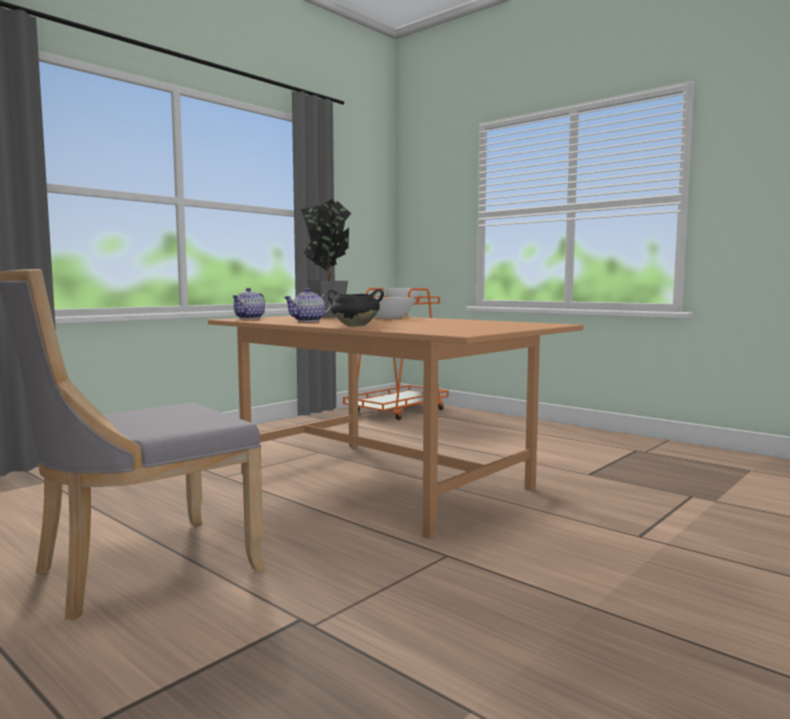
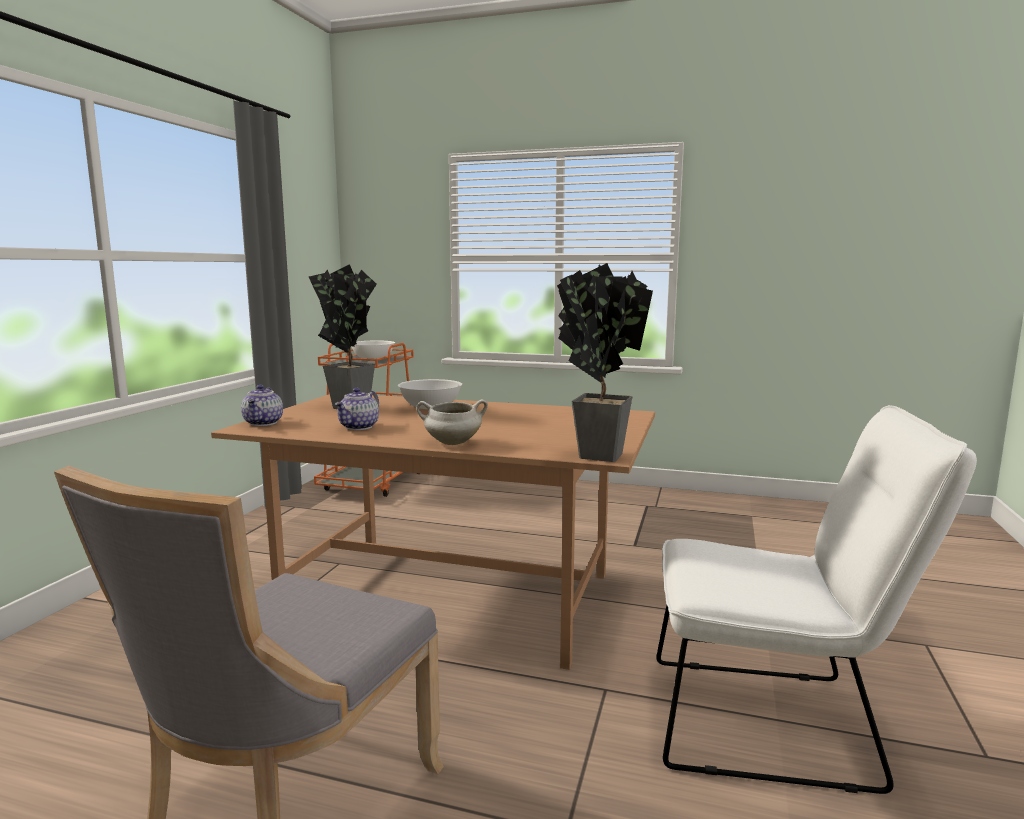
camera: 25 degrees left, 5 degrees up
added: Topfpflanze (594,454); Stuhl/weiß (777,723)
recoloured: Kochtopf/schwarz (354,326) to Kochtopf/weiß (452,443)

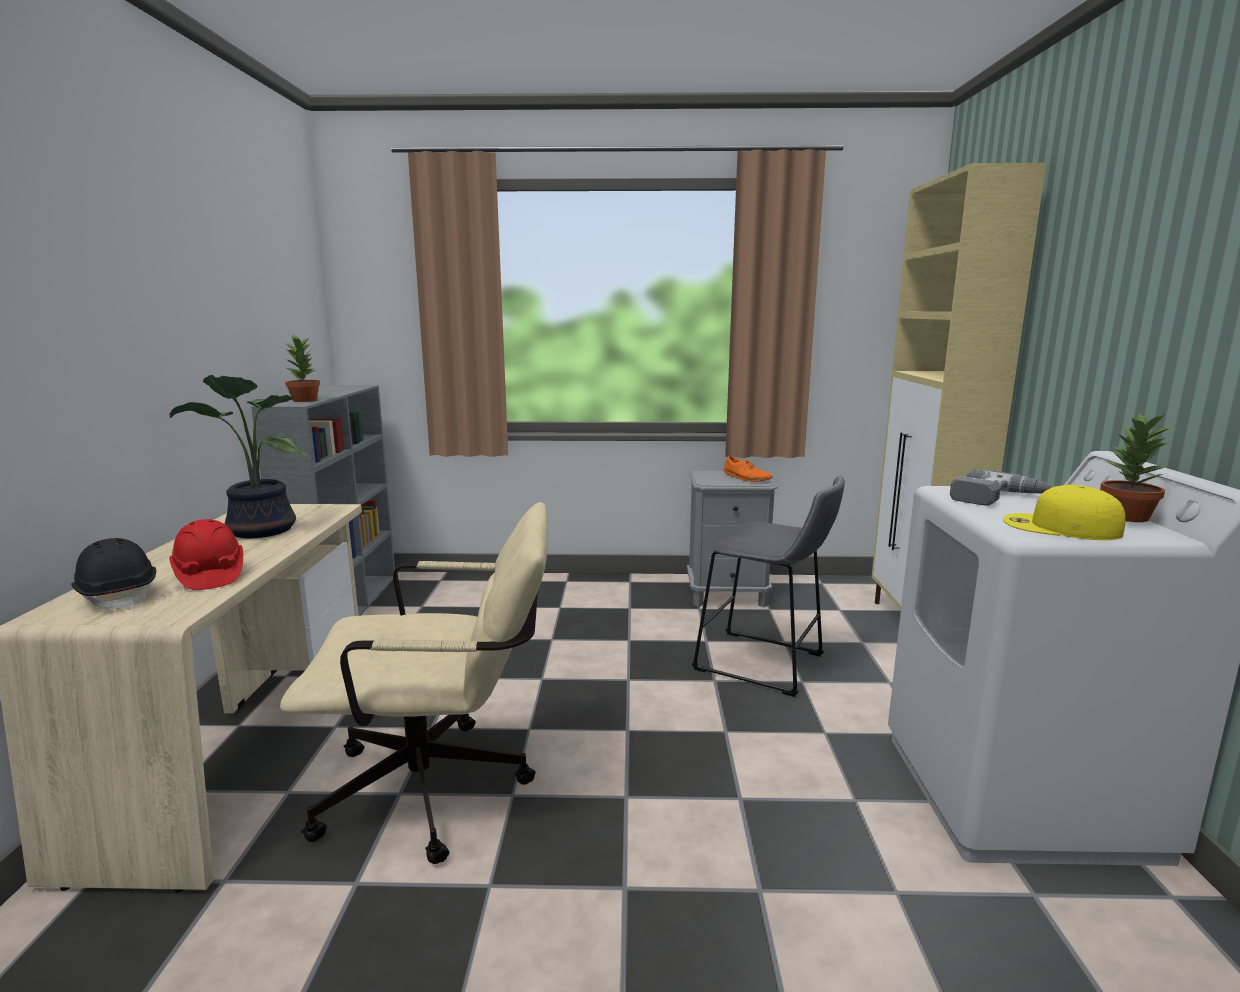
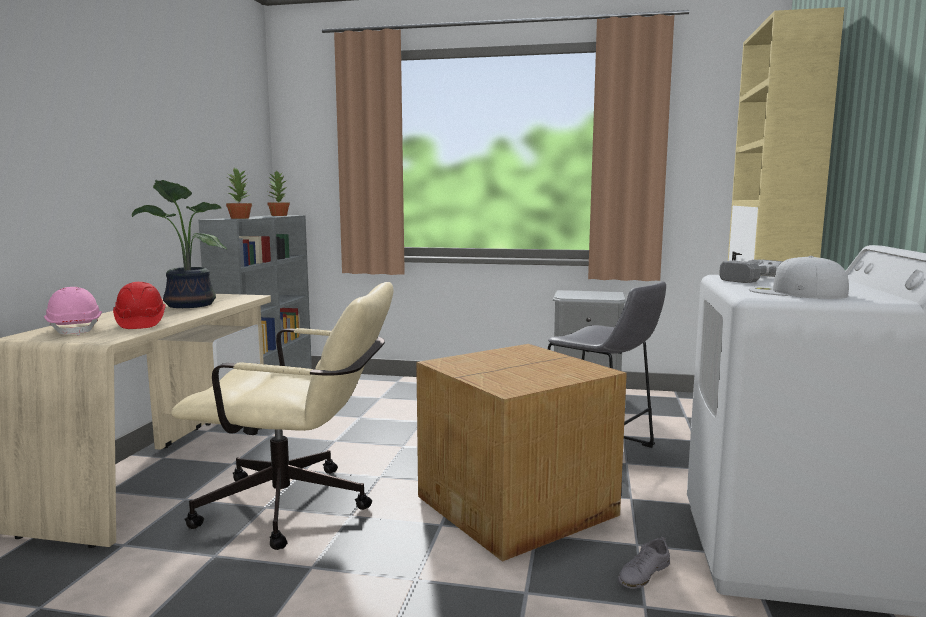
camera: 10 degrees right, 5 degrees down
removed: Schuh/orange (747,478)
added: Karton (519,506); Schuh/grau (643,573)
moved: Topfpflanze (1126,517) to (278,215)
recoloured: Kappe/gelb (1059,527) to Kappe/weiß (795,292); Schutzhelm/schwarz (119,596) to Schutzhelm/rosa (75,330)

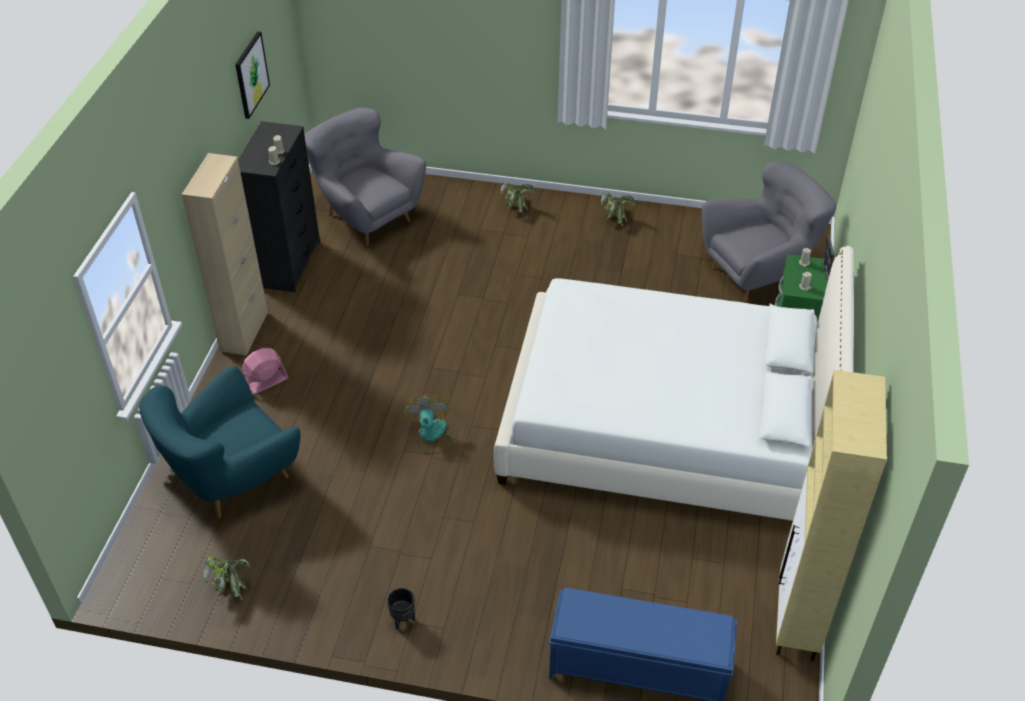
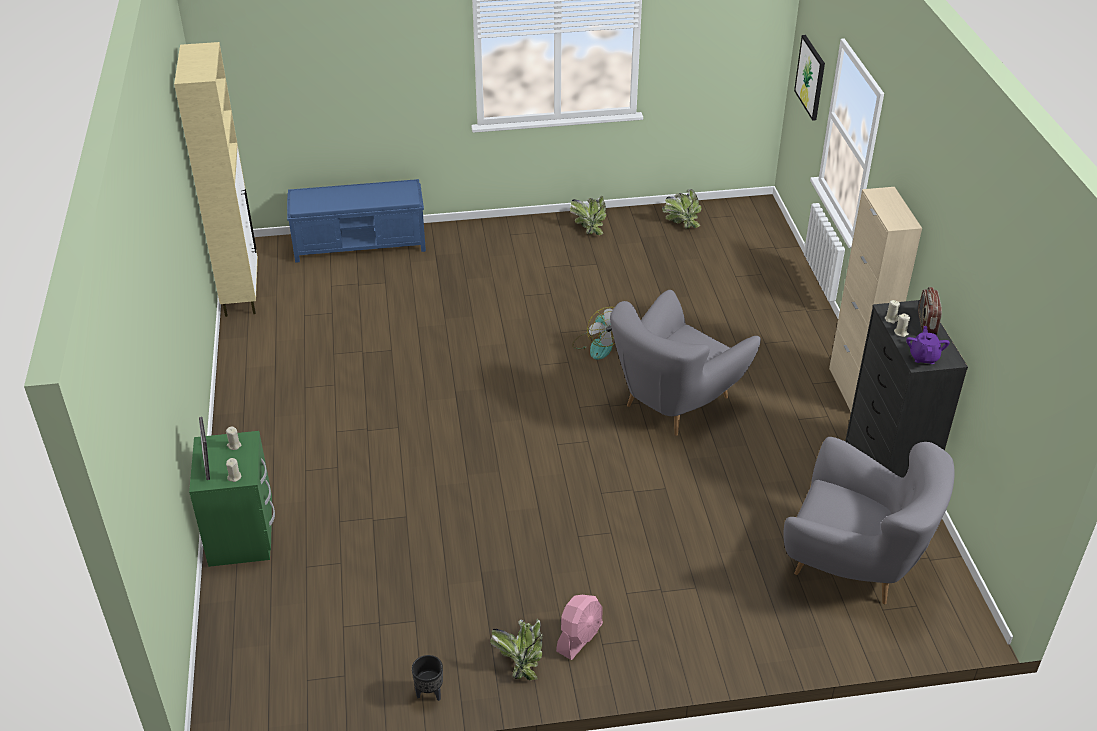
camera: 160 degrees right, 5 degrees down
removed: Bett/weiß (665,427); Sessel/türkis (233,479)
added: Radio (926,323); Teekanne/lila (924,357)
moved: Bild (251,74) to (810,77); Sessel/grau (758,274) to (674,402); Topfpflanze (516,207) to (589,227); Ventilator/rosa (265,383) to (580,637); Pflanzkübel/schwarz (403,620) to (429,693)

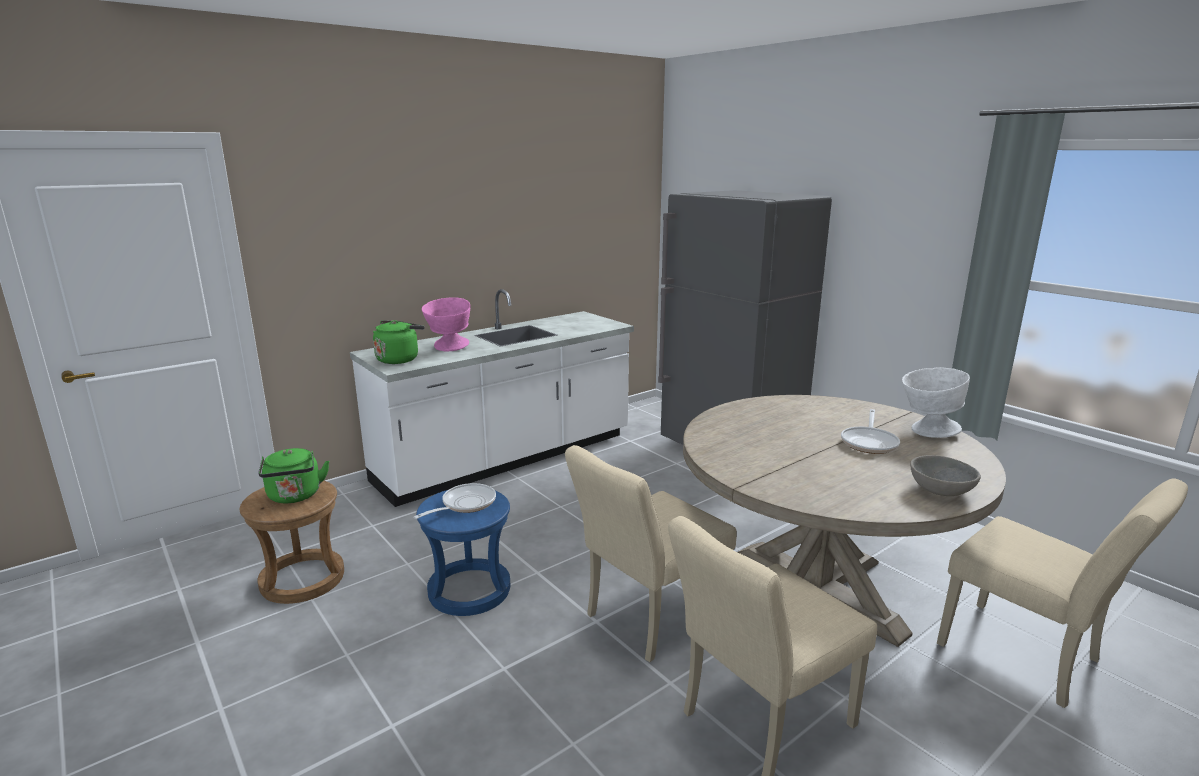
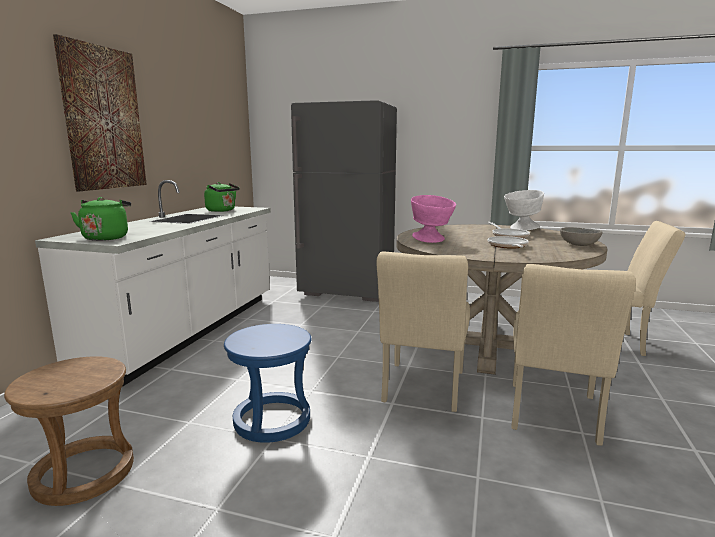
camera: 35 degrees left, 5 degrees down
added: Bild (103,119)
moved: Schüssel/rosa (449,348) to (431,240); Wasserkessel/grün (295,496) to (222,210); Pfanne (465,504) to (508,246)

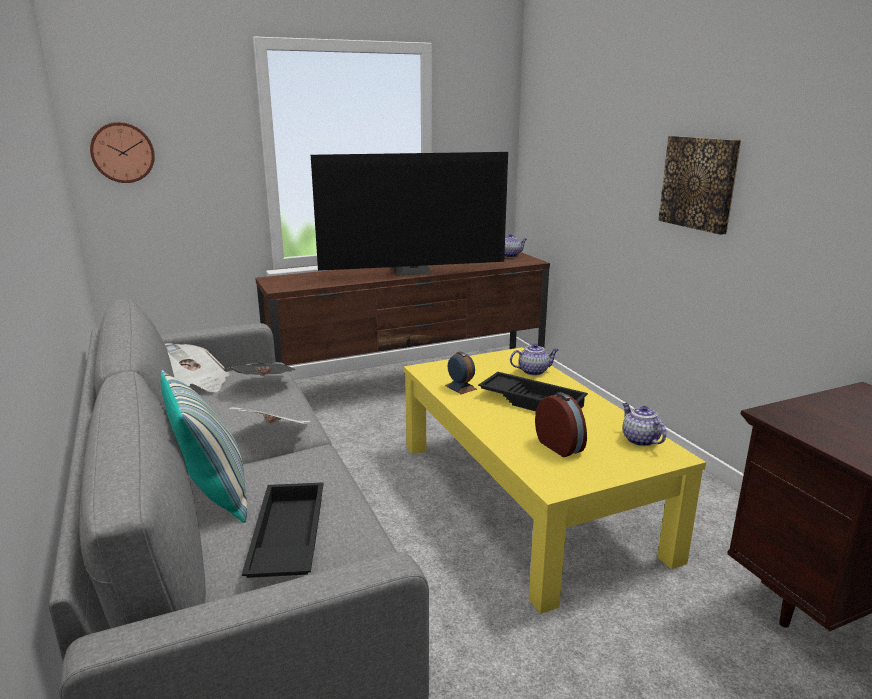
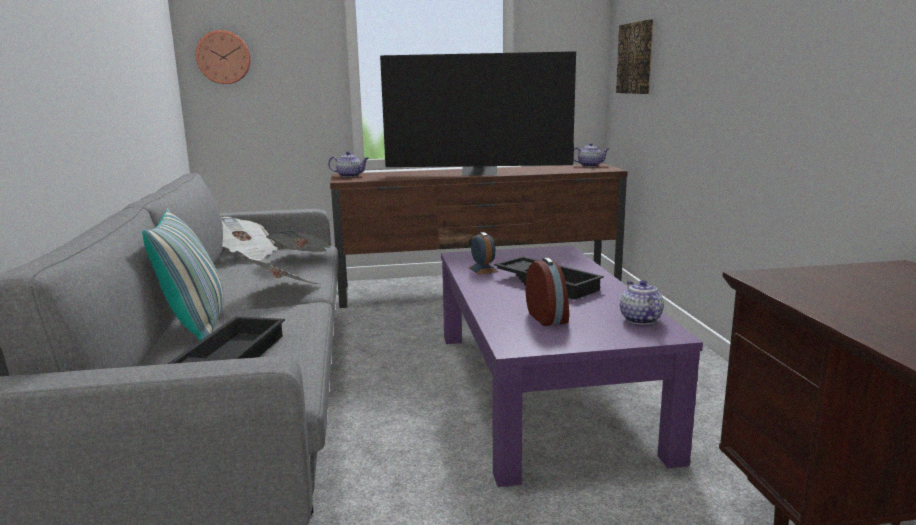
camera: 15 degrees right, 5 degrees down
moved: Bild (699,183) to (636,58); Teekanne (534,371) to (350,176)
recoloured: Couchtisch/gelb (526,497) to Couchtisch/lila (541,388)

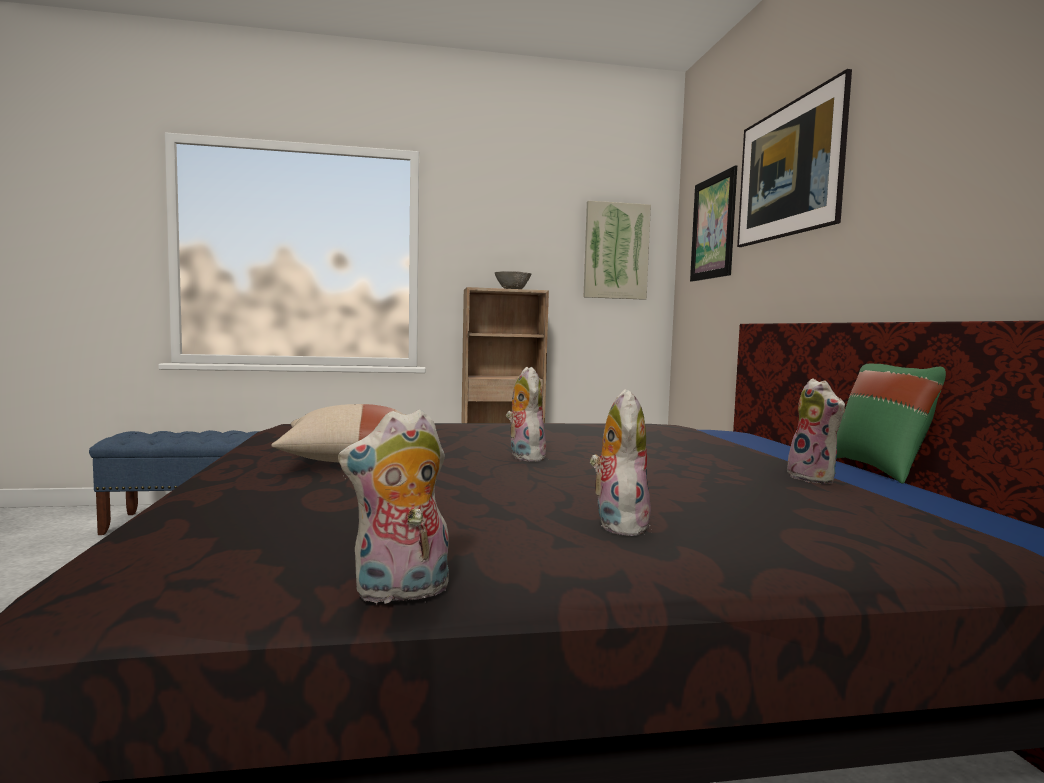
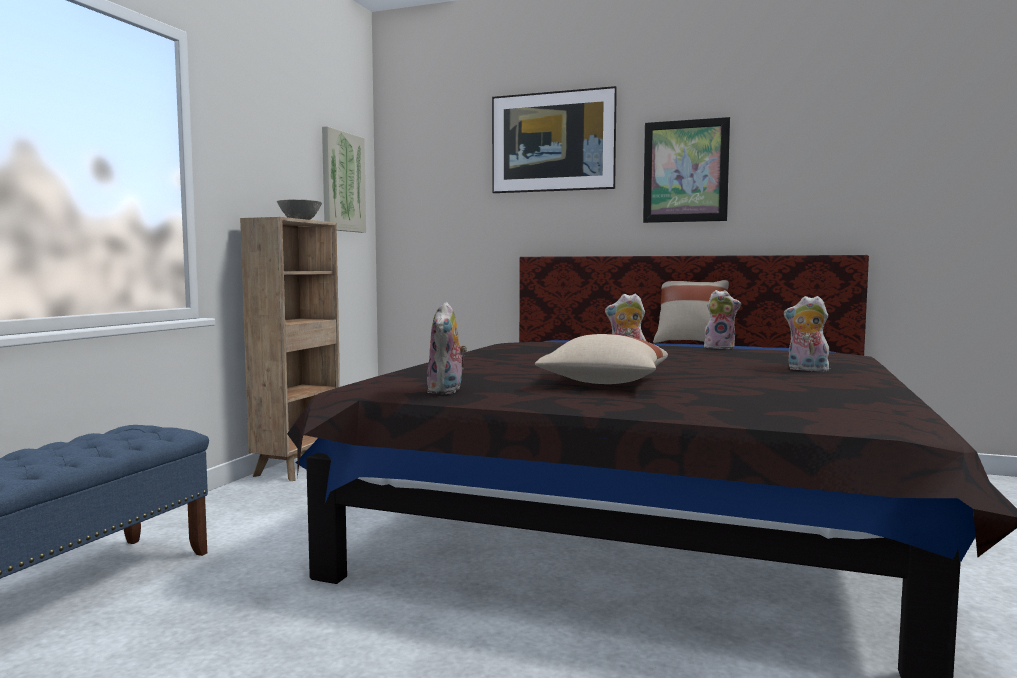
camera: 60 degrees left, 0 degrees up
moved: Bild (713,227) to (685,171); Plüschtier (401,593) to (447,391)
recoloured: Kissen/grün (881,469) to Kissen/beige (690,343)

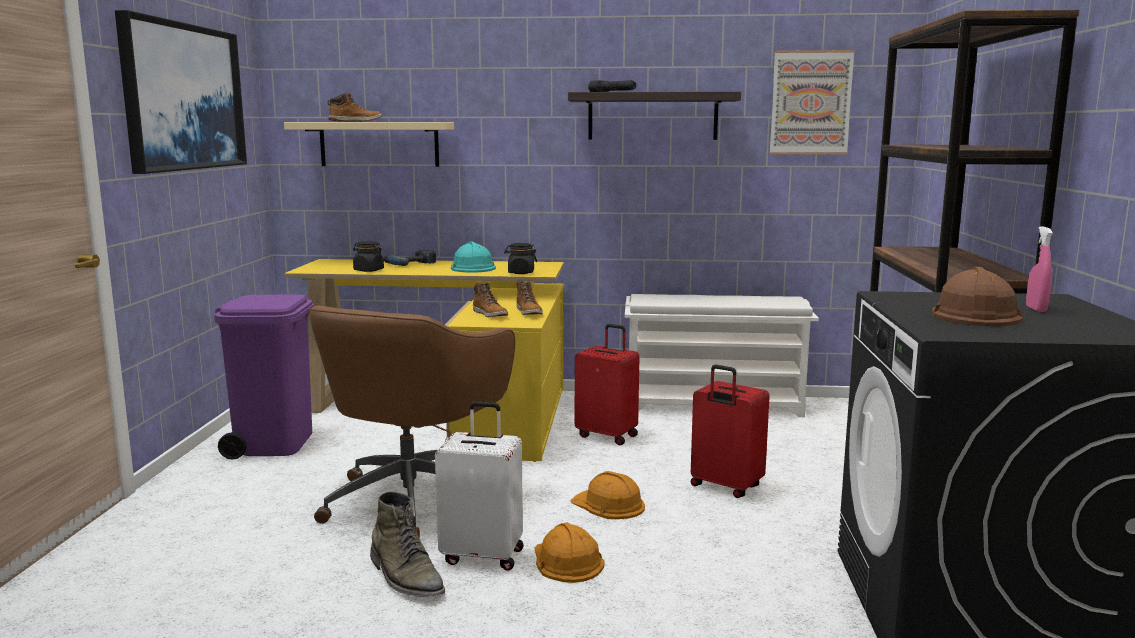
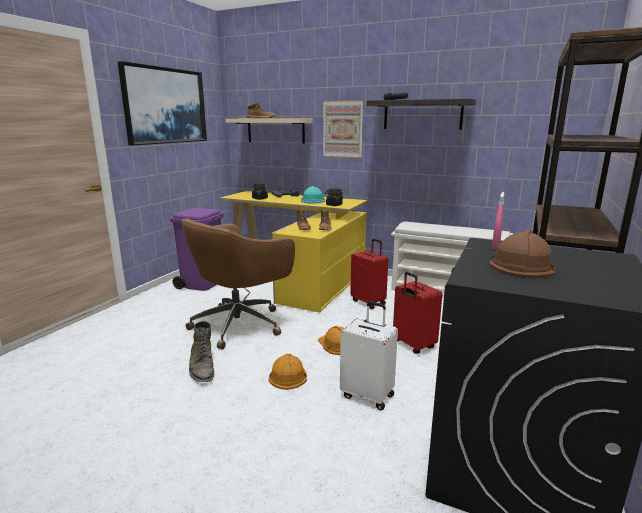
camera: 20 degrees right, 5 degrees up
moved: Bild (810,103) to (342,129); Sprühflasche/rosa (1036,309) to (495,247); Koffer/weiß (483,555) to (368,395)

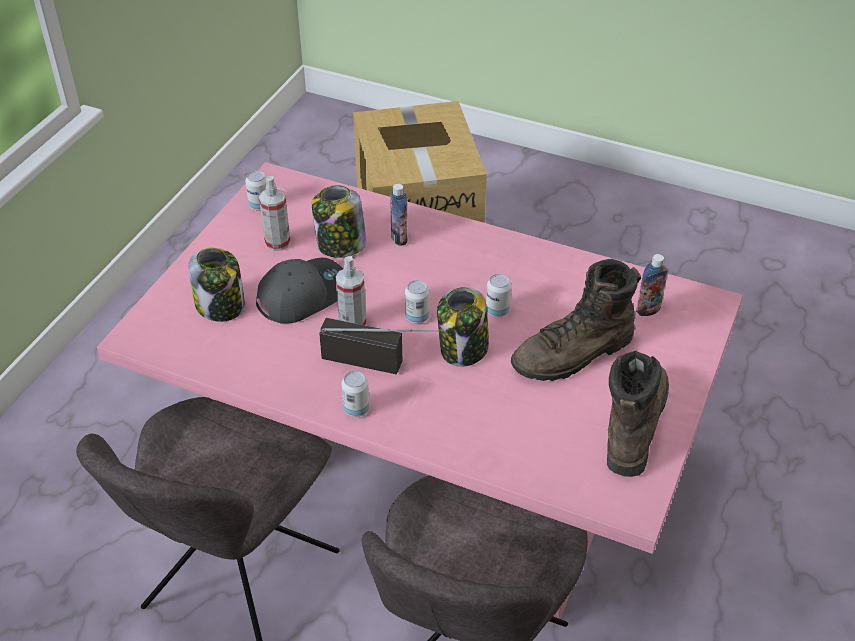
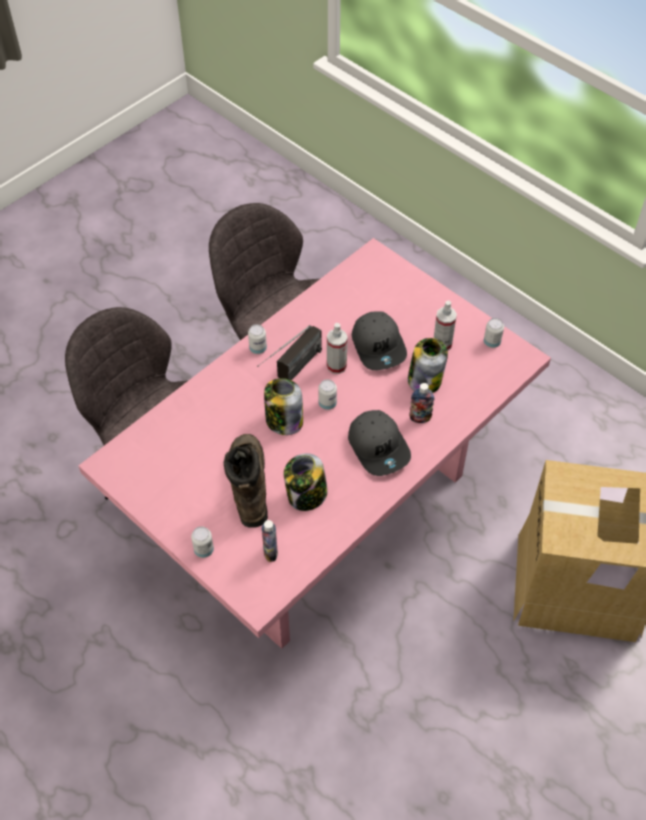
camera: 110 degrees right, 10 degrees up
removed: Stiefel/braun (632,423)
added: Kappe/grau (379,447)
moved: Vorratsglas (221,306) to (306,495); Dose (497,311) to (204,550)

